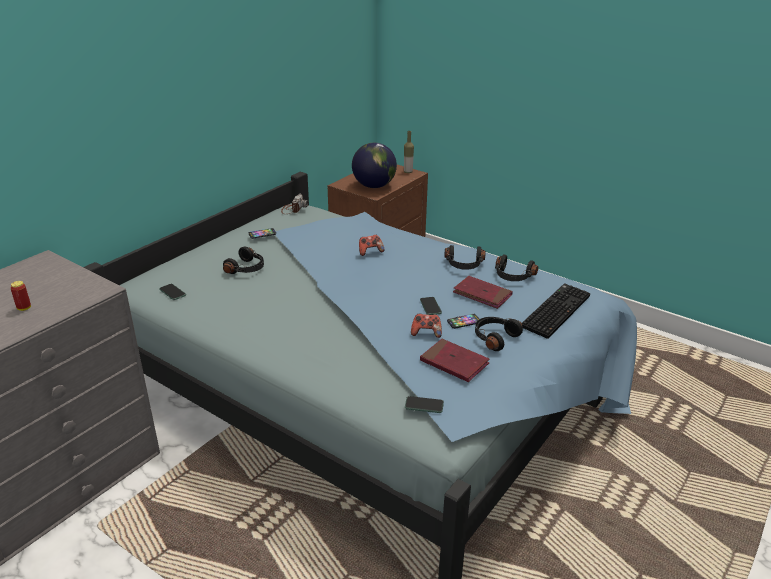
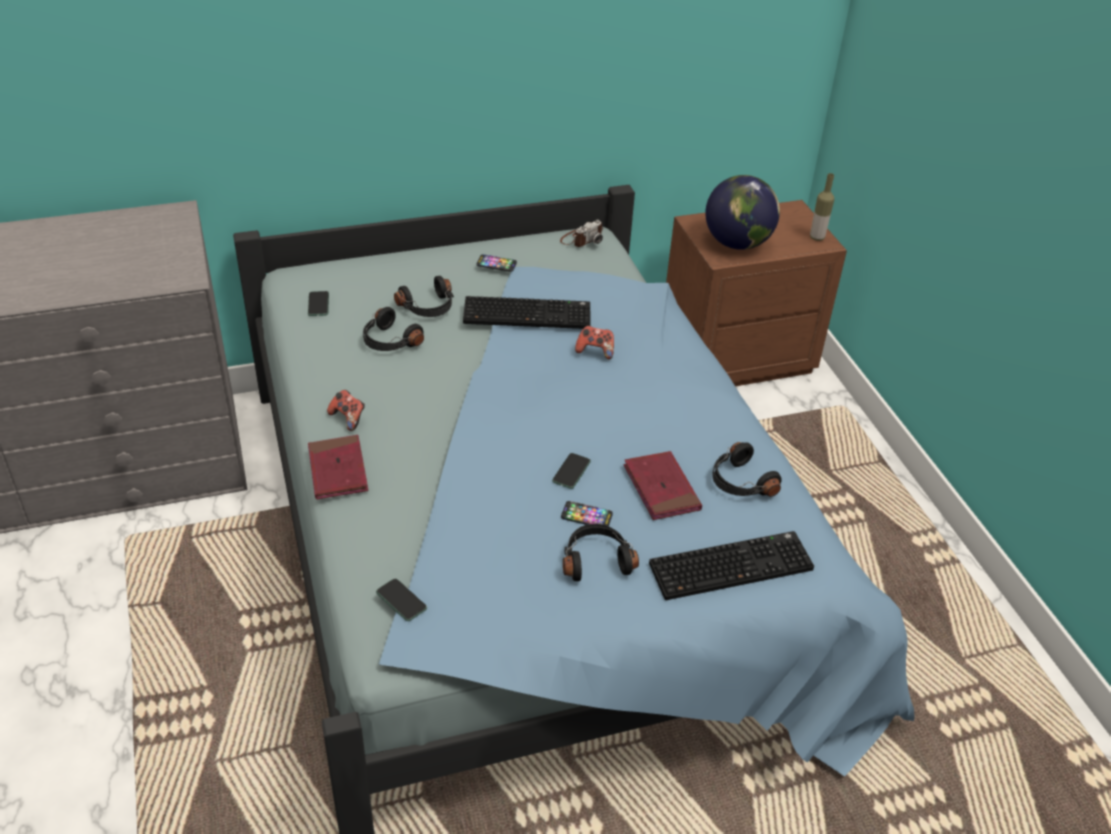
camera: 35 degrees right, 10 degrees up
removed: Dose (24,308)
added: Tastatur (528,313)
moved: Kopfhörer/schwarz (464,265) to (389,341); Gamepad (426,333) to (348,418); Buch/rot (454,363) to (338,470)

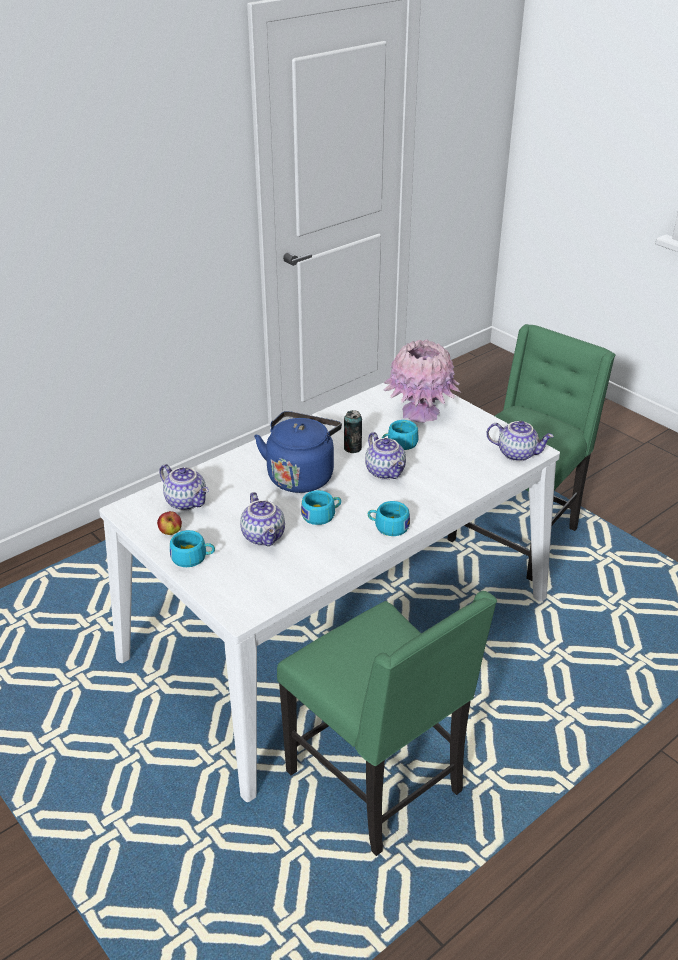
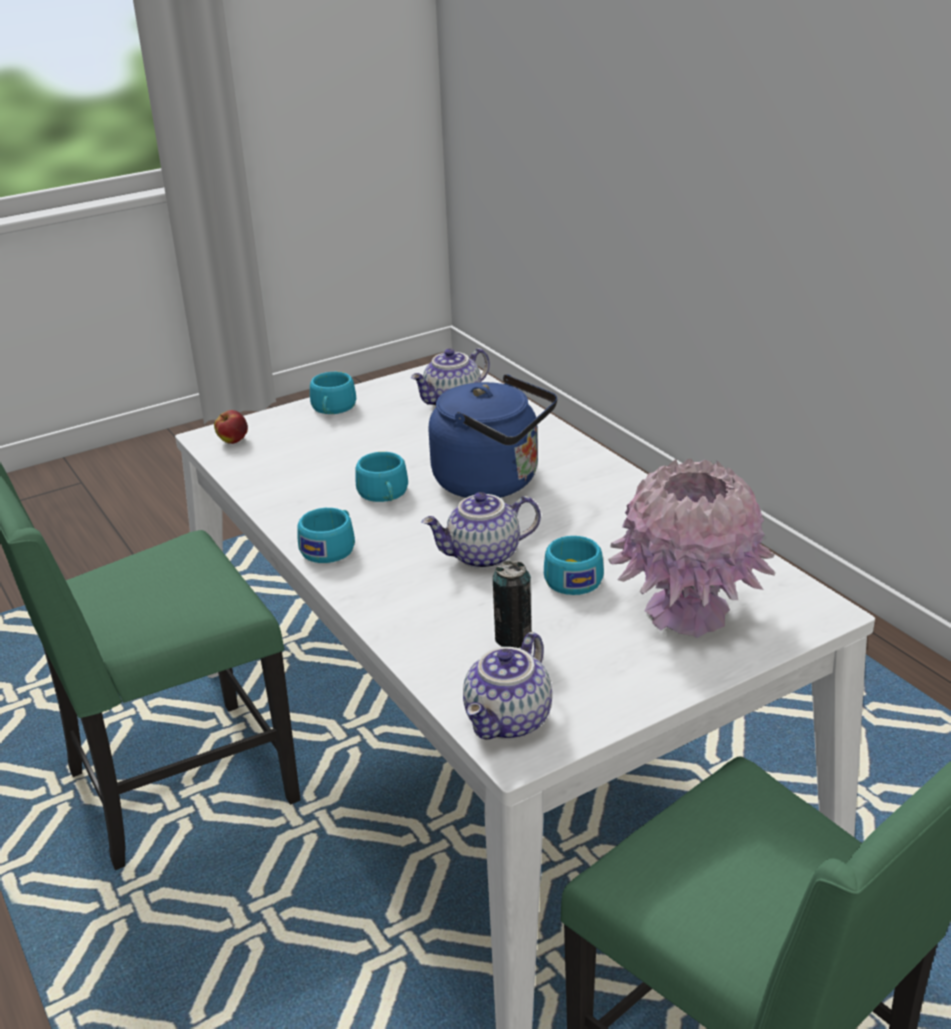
camera: 100 degrees right, 5 degrees down
removed: Teekanne (264,536)
moved: Dose (352,448) to (513,638); Apfel (170,532) to (233,441)

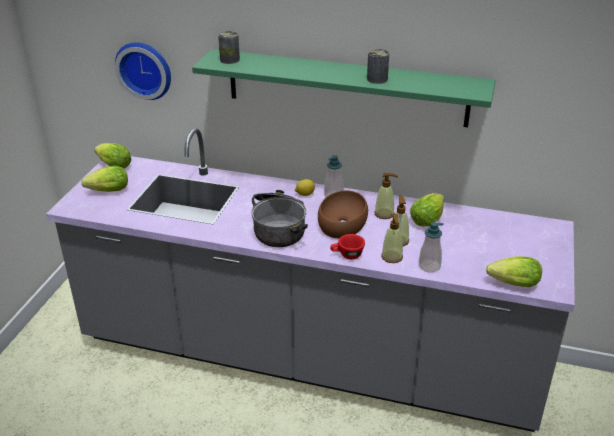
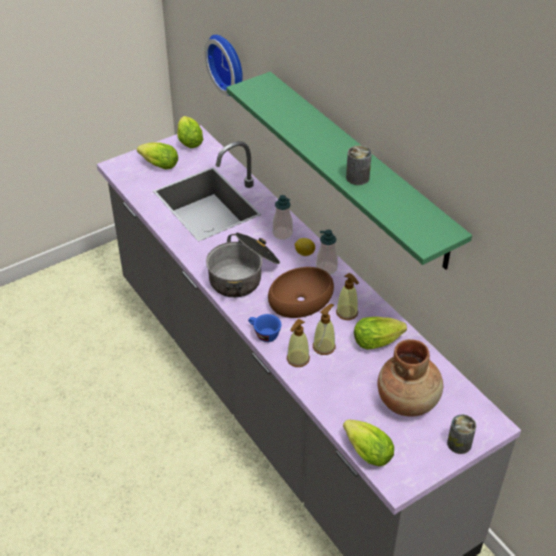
camera: 40 degrees right, 10 degrees up
added: Vase/braun (408,401)
moved: Dose (229,60) to (459,444); Seifenspender (429,266) to (282,233)
recoloured: Tasse/rot (347,255) to Tasse/blau (263,334)

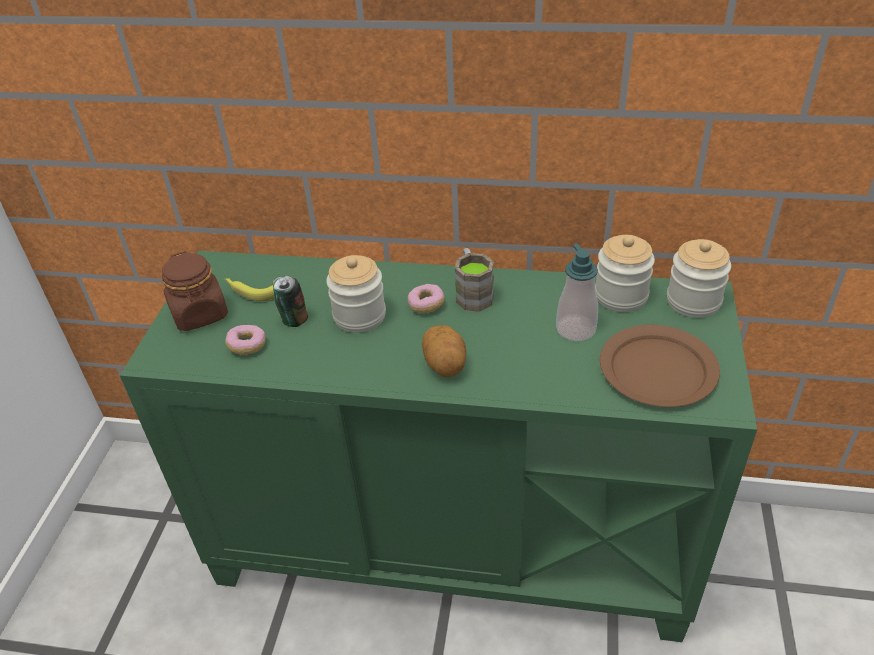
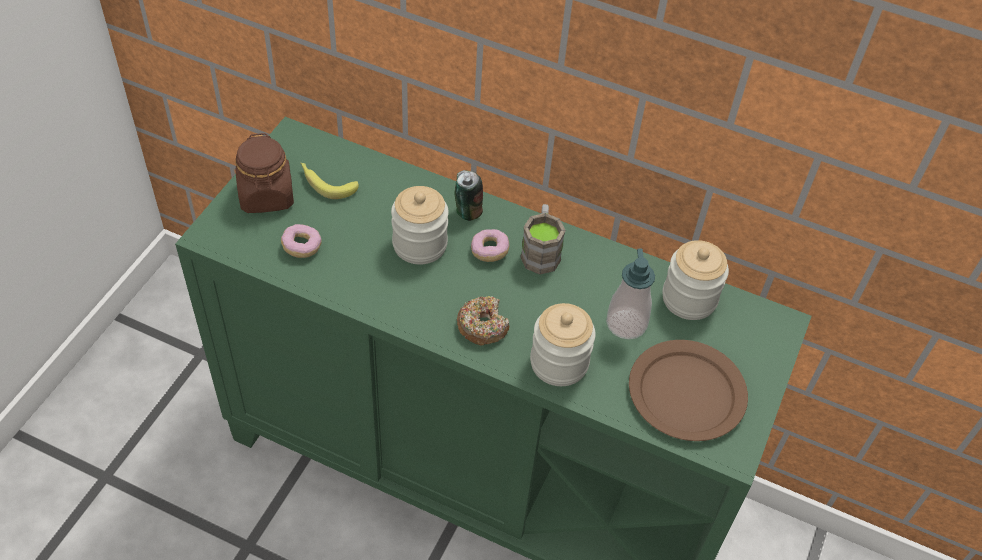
camera: 10 degrees right, 10 degrees up
moved: Vorratsglas (693,301) to (559,362); Dose (293,320) to (467,211)
replaced: Kartoffel (445,365) to Donut (482,326)

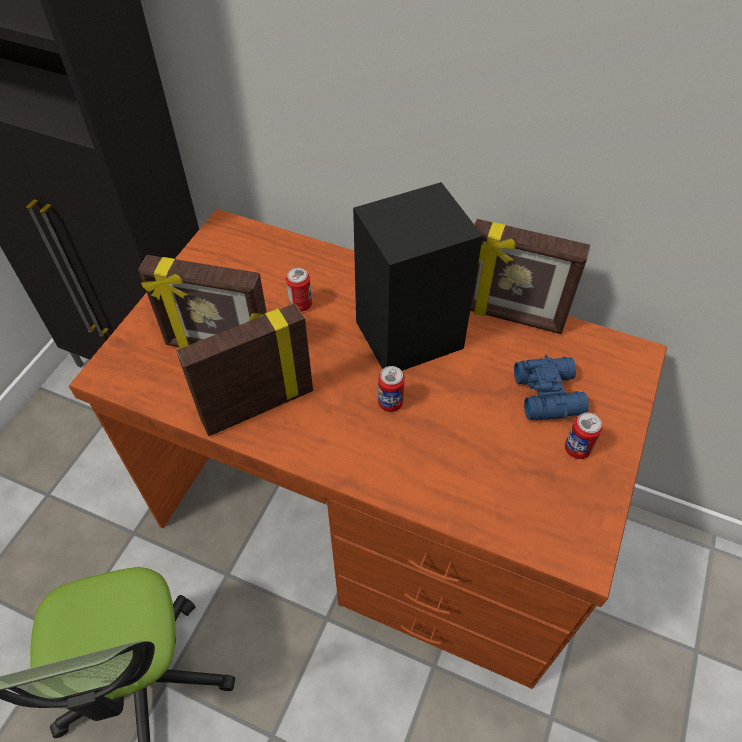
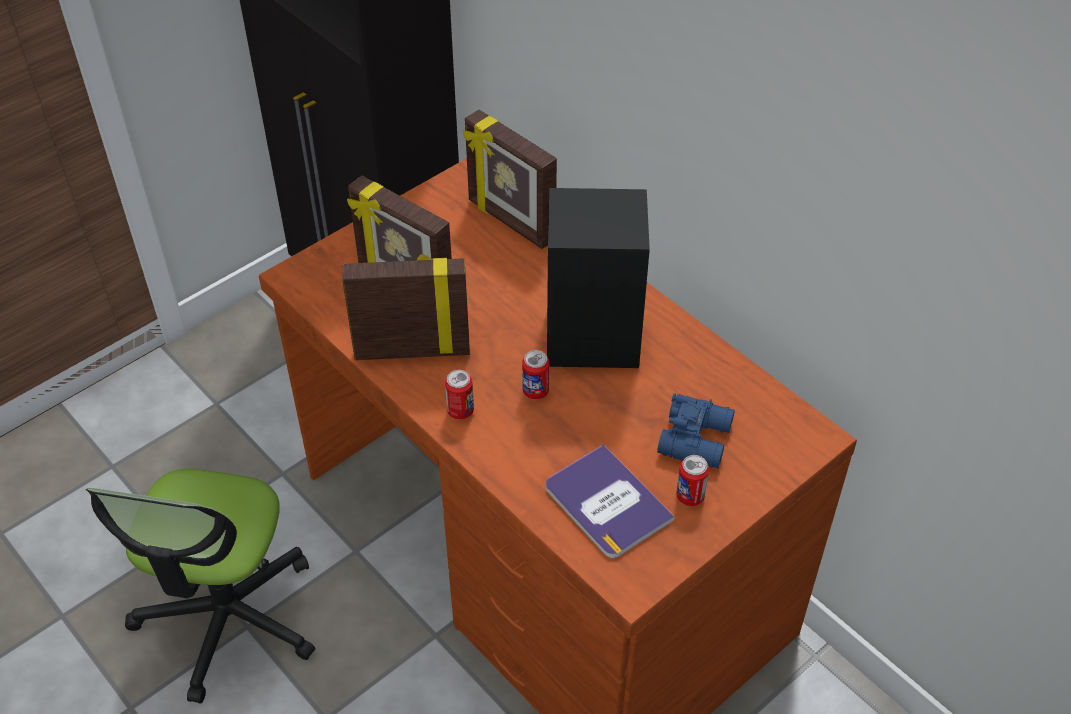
camera: 25 degrees right, 5 degrees down
added: Buch (607,503)
moved: Bilderrahmen (511,317) to (510,222); Dose (301,305) to (460,411)

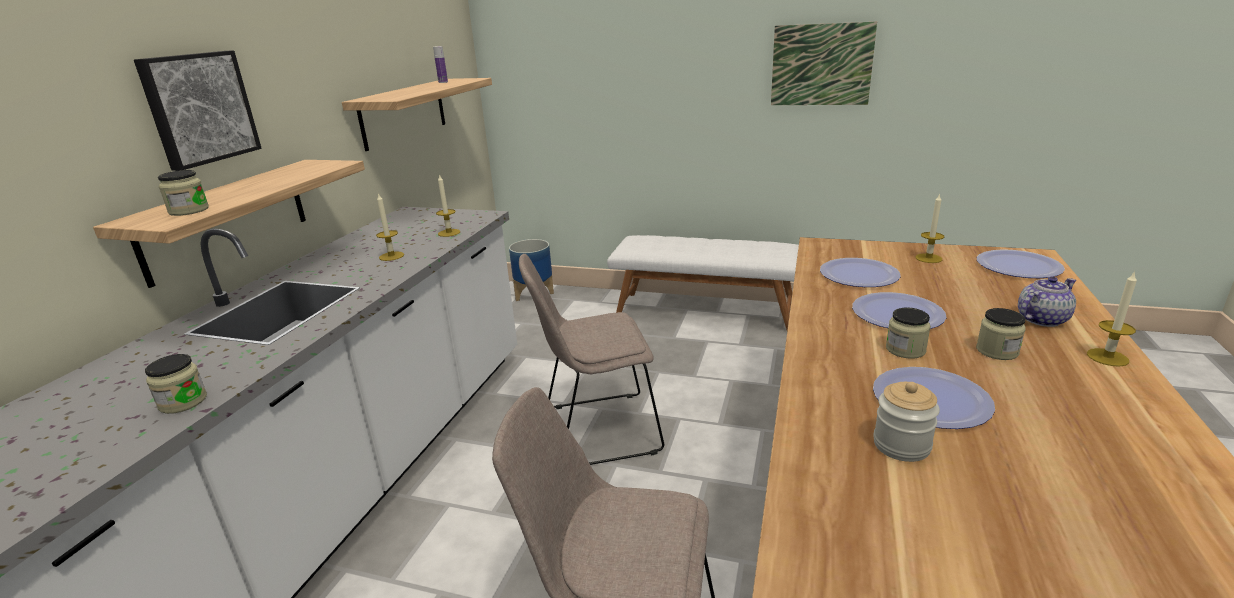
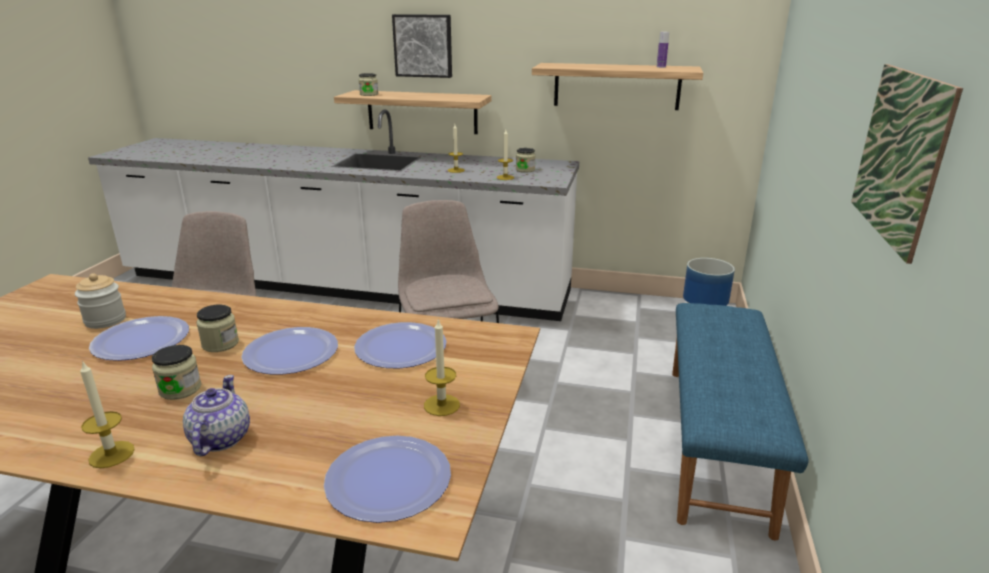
camera: 85 degrees right, 0 degrees up
moved: Vorratsglas (183,402) to (525,170)
recoloured: Bank/weiß (705,311) to Bank/blau (717,442)
turned: Teekanne (1041,319) = (219,439) 150 degrees counterclockwise

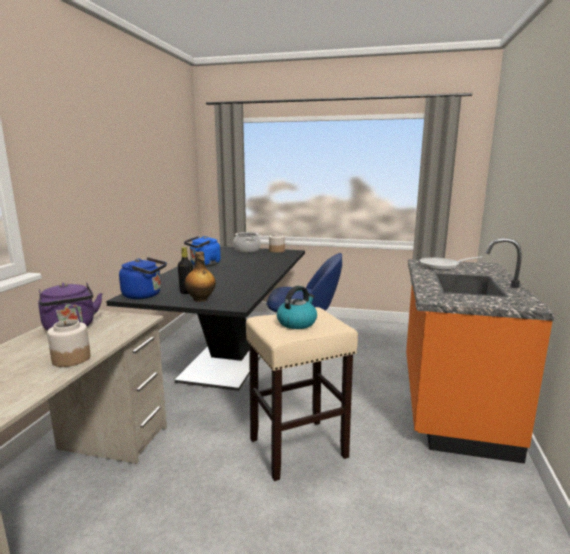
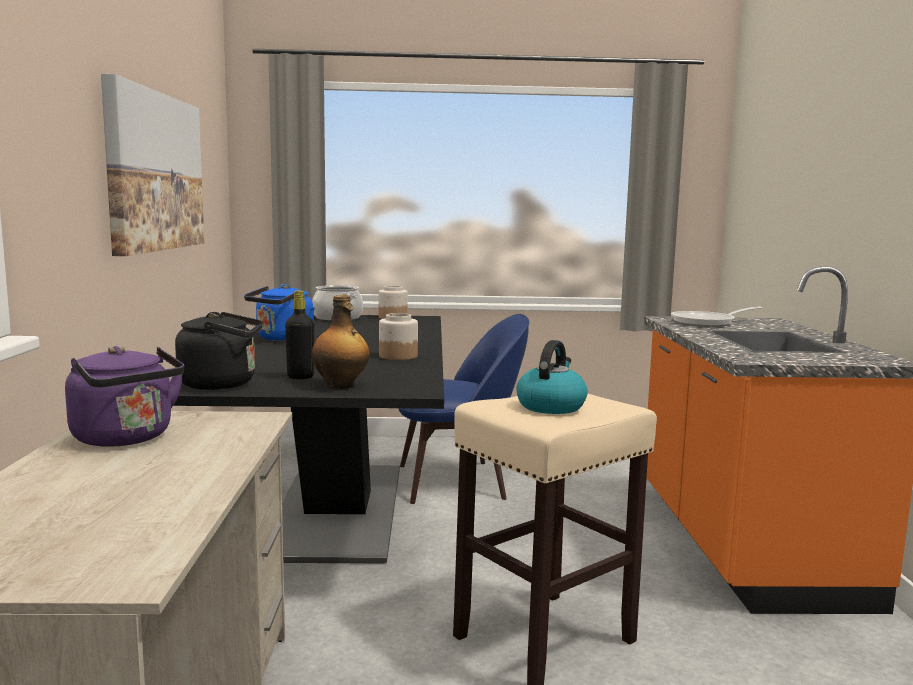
camera: 15 degrees left, 5 degrees down
added: Bild (154,172)
moved: Vorratsglas (71,359) to (397,356)
recoloured: Wasserkessel/blau (145,295) to Wasserkessel/schwarz (223,384)

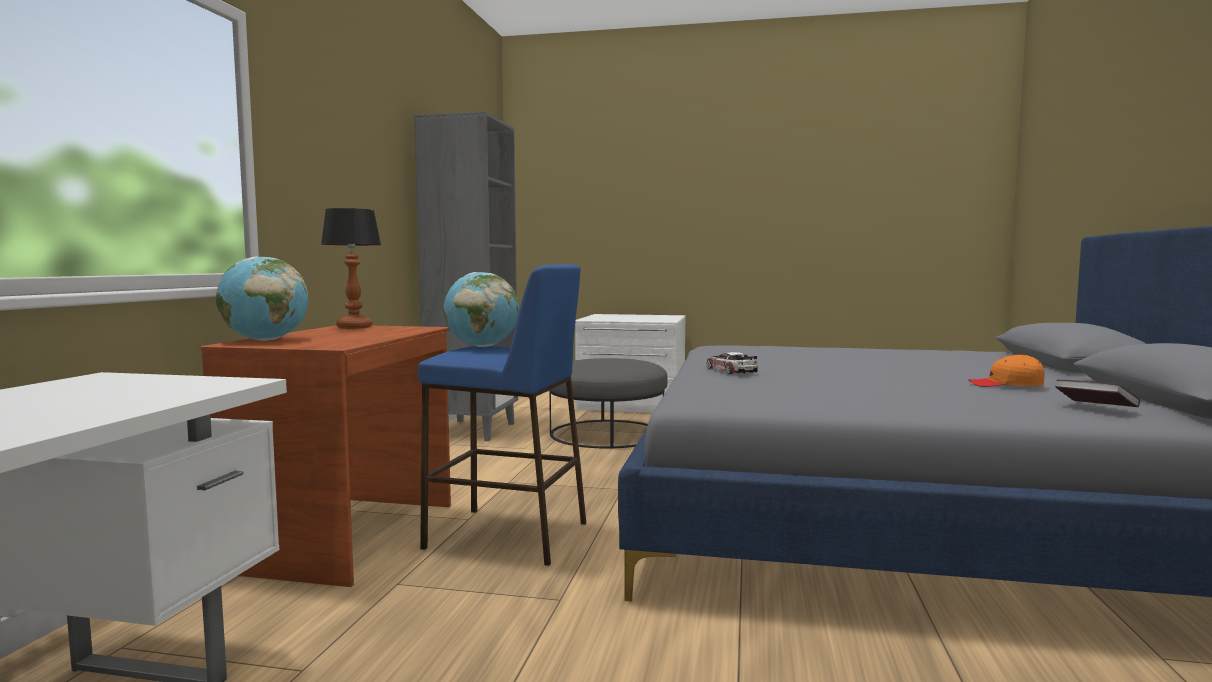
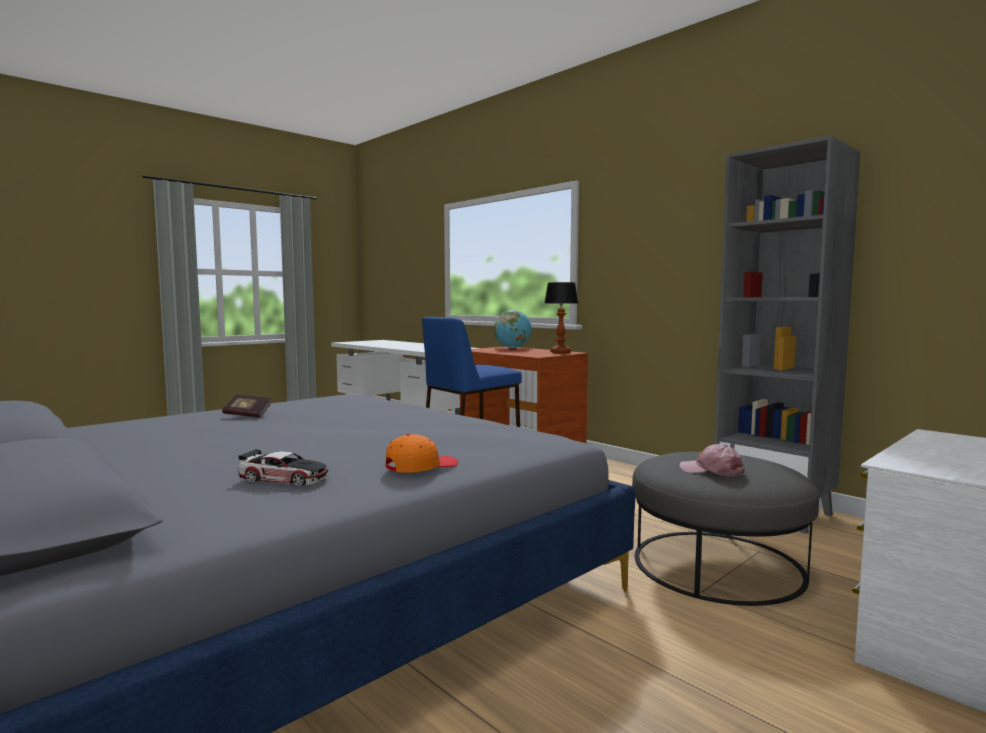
camera: 125 degrees right, 0 degrees up
removed: Globus (482,346)
added: Kappe/rosa (711,470)
moved: Spielzeugauto (731,370) to (284,479); Kappe/orange (1006,385) to (421,466); Buch (1095,407) to (247,415)

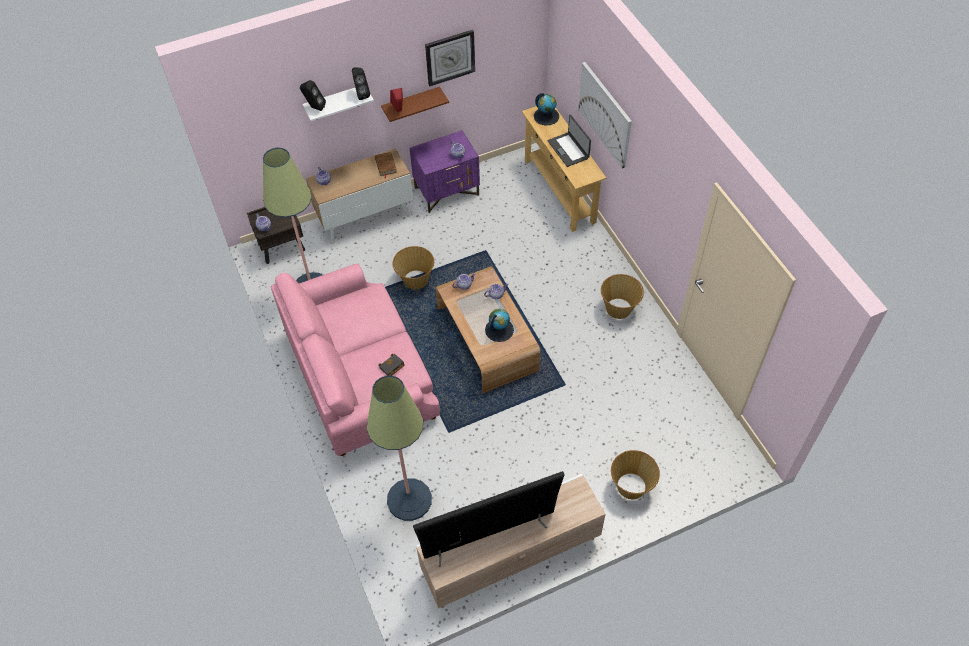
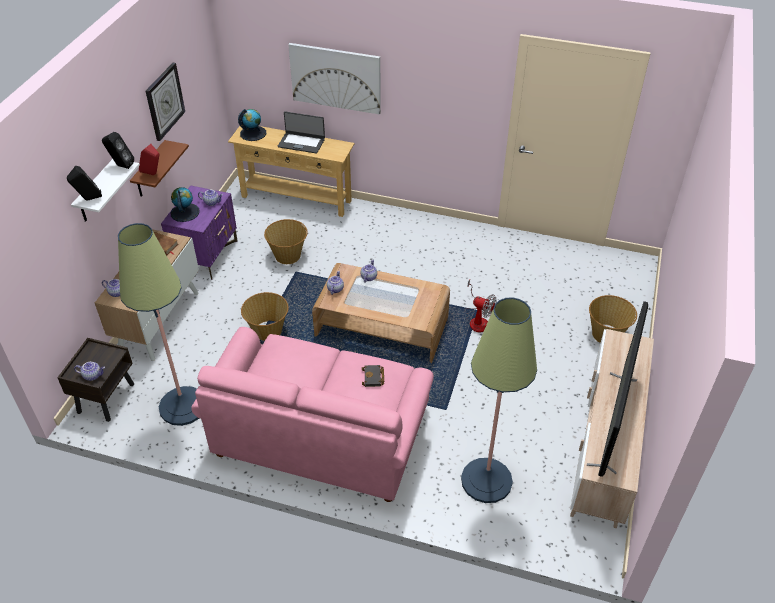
camera: 50 degrees left, 10 degrees down
added: Ventilator (477,319)
moved: Korb (619,308) to (288,255); Globus (499,329) to (185,212)

